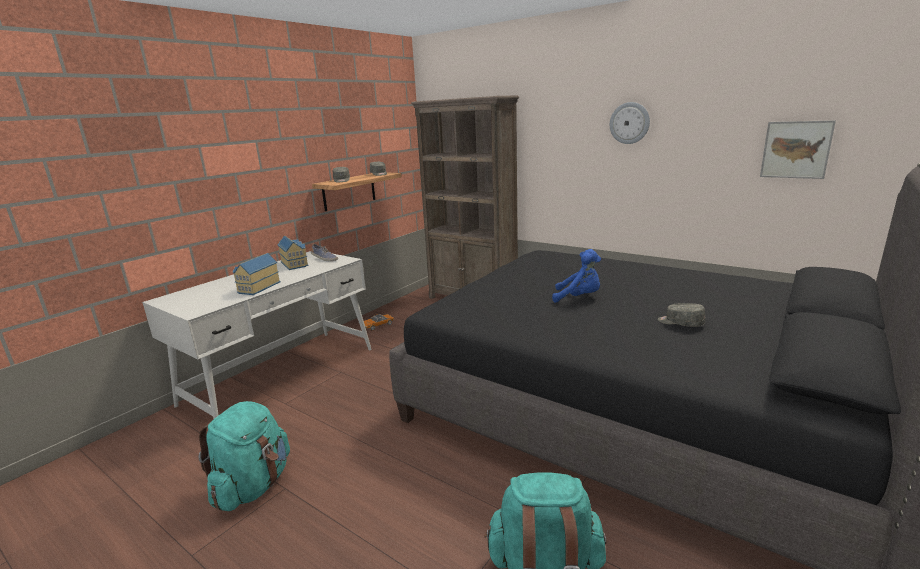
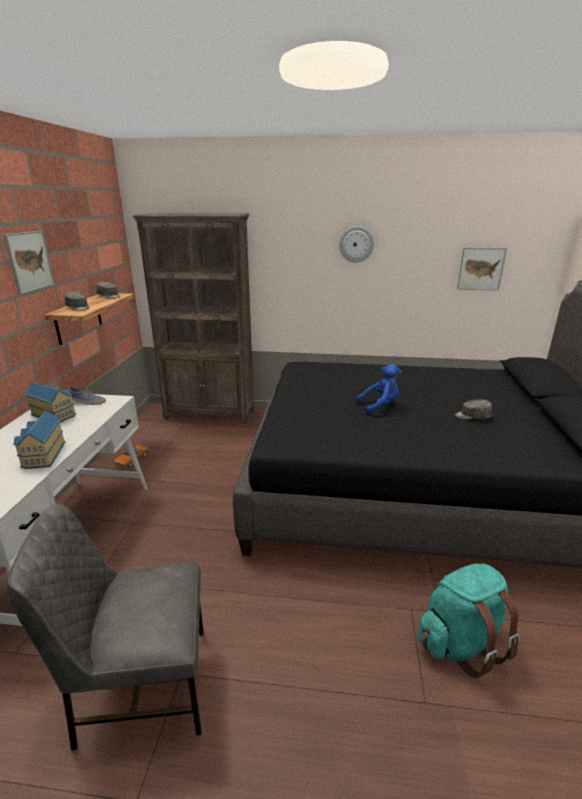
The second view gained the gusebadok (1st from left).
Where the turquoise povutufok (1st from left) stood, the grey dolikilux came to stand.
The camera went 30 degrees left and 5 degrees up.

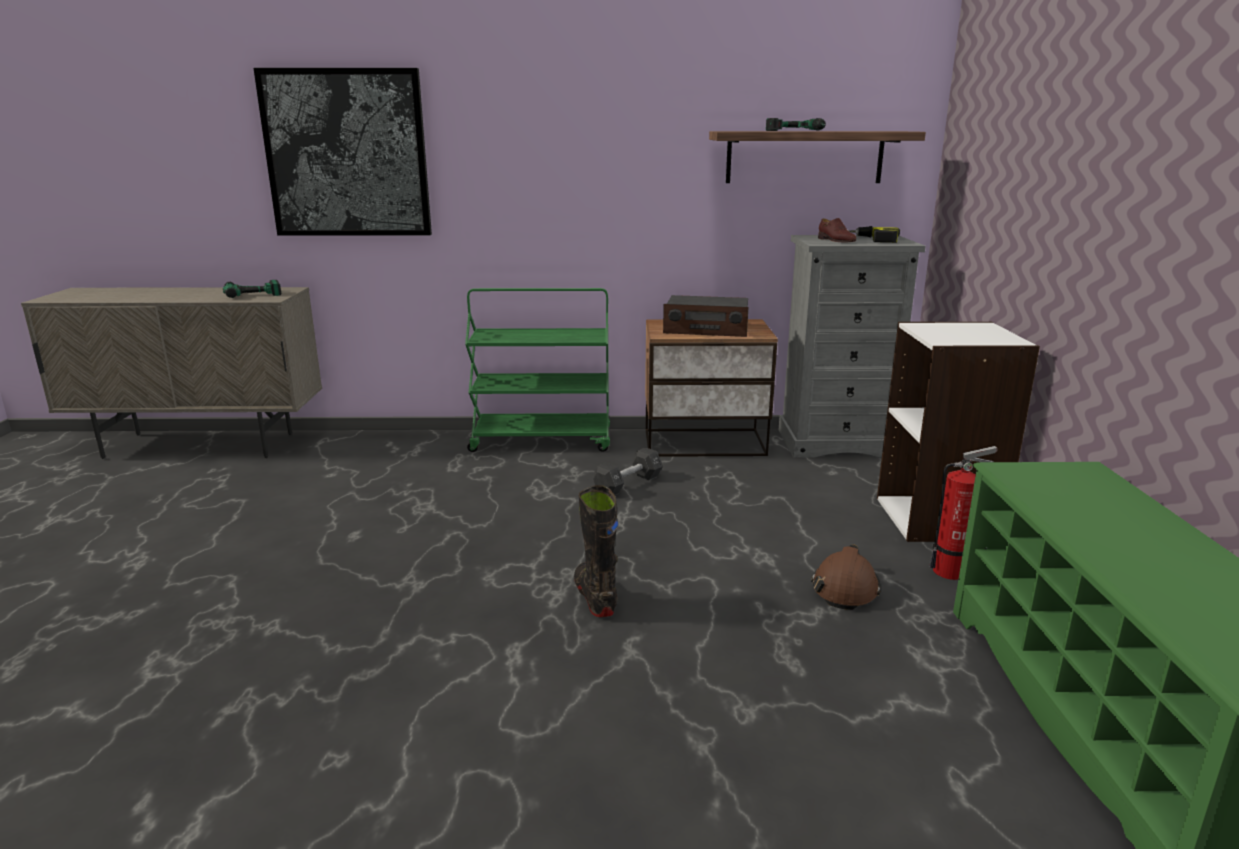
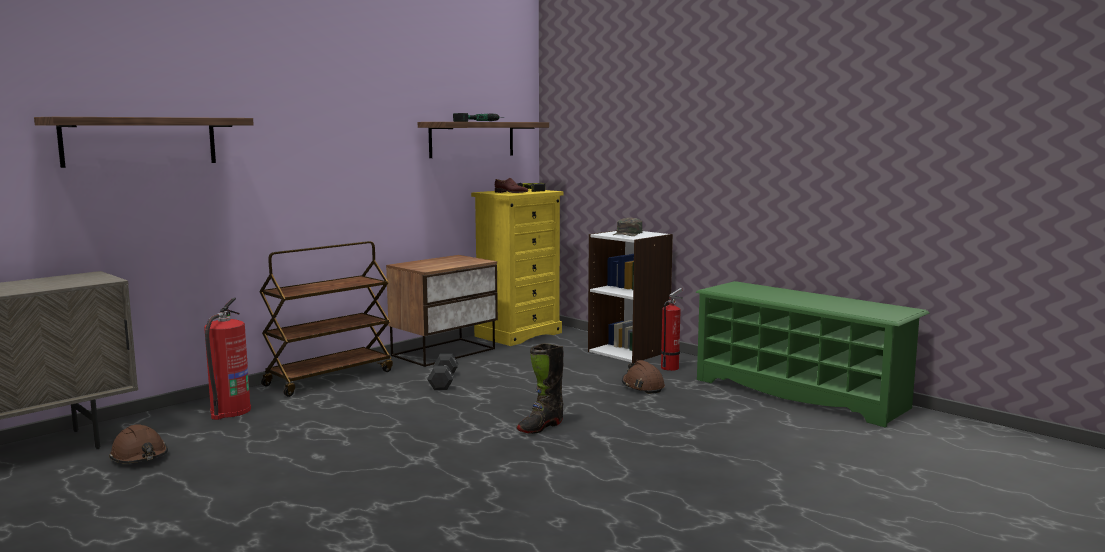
Where the gusebadok hung, the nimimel (1st from left) came to hang.
The second view gained the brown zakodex (1st from left).
The second view gained the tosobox (1st from left).
What was the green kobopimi turned into the brown kobopimi.
What was the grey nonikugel turned into the yellow nonikugel.
The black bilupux ended up facing another way, 75 degrees counterclockwise from before.
The second view gained the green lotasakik.
The second view lost the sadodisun (1st from left).
The second view lost the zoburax.
The camera went 45 degrees left and 10 degrees down.

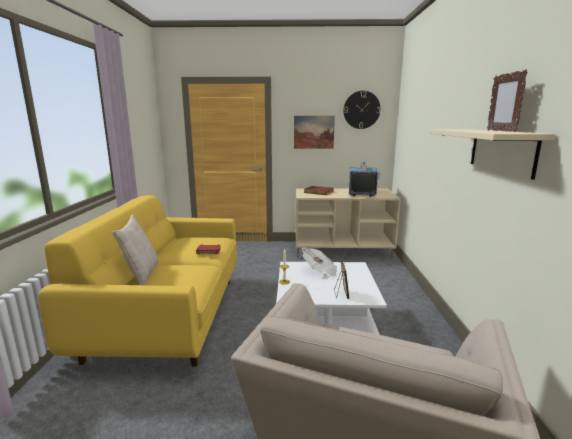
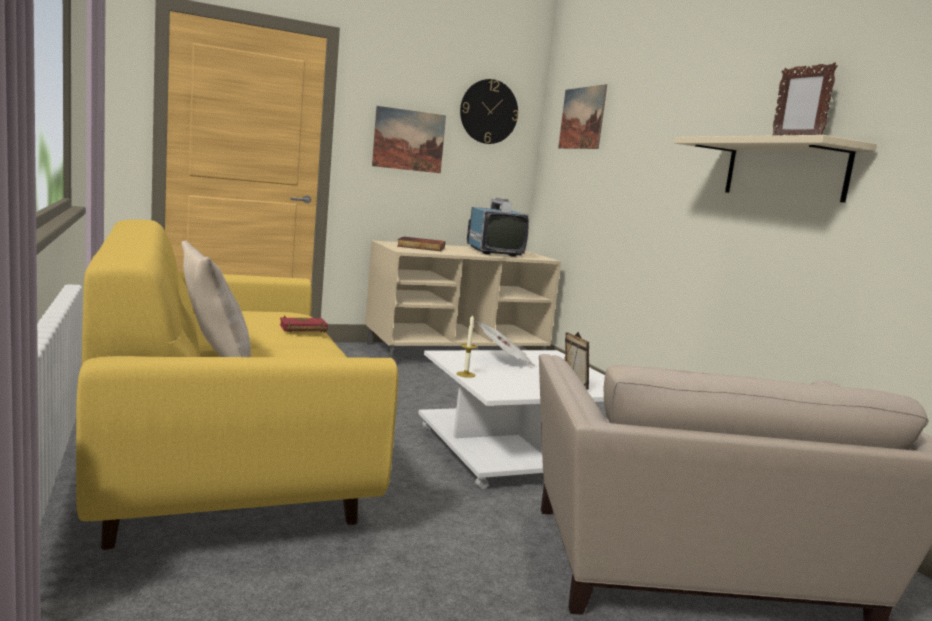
The second view gained the gusebadok (2nd from left).
The camera went 25 degrees left and 5 degrees down.

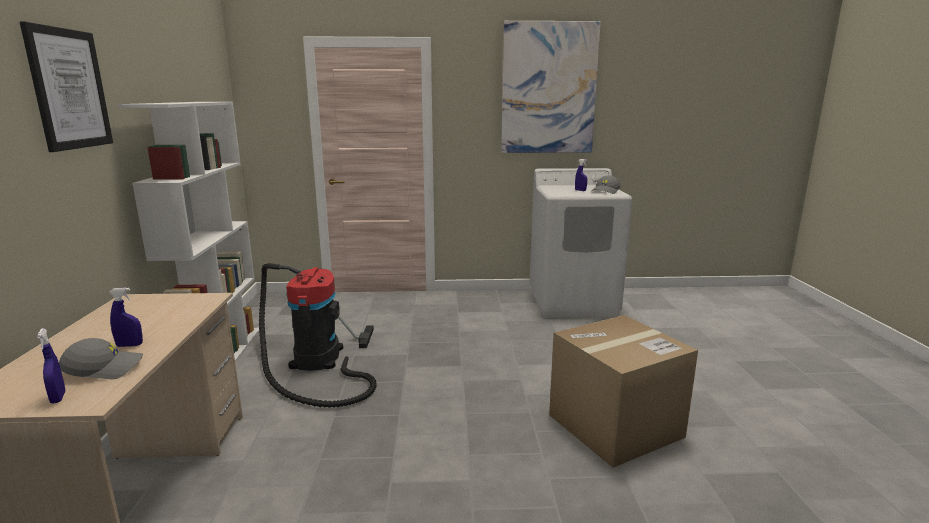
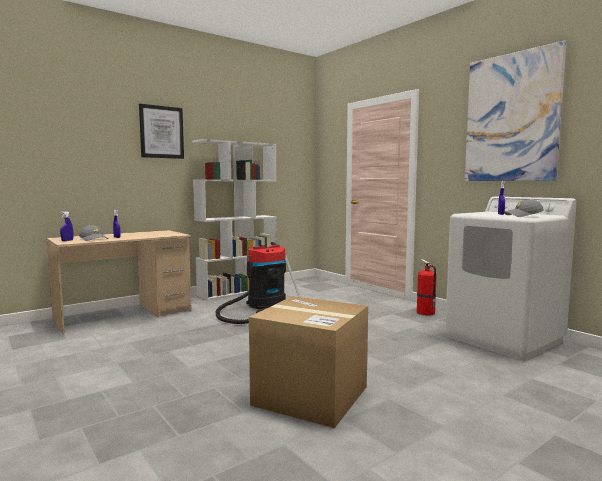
The second view gained the tosobox.
The camera went 55 degrees right and 10 degrees down.

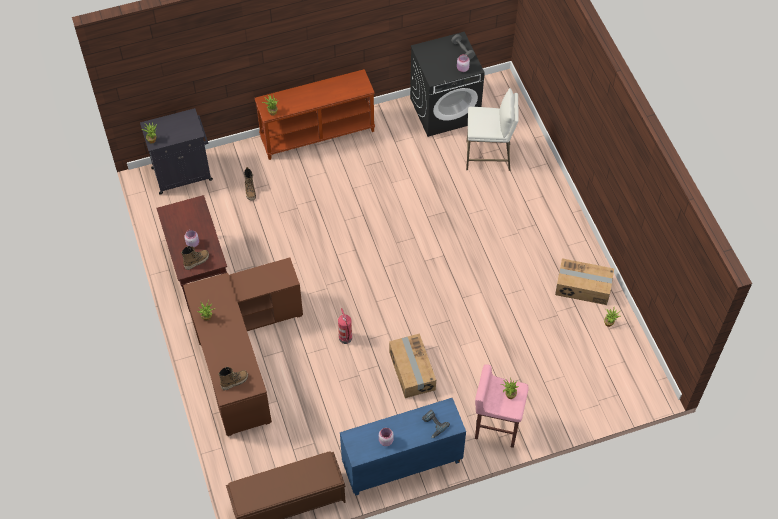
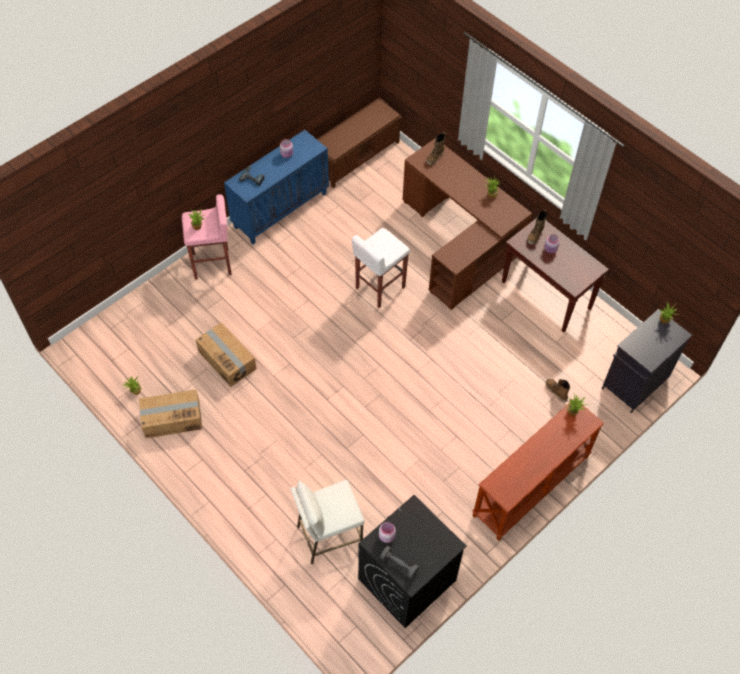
The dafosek (1st from left in the first image) ended up elsewhere.
Where the tosobox stood, the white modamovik (2nd from left) came to stand.
The camera went 155 degrees right and 0 degrees up.

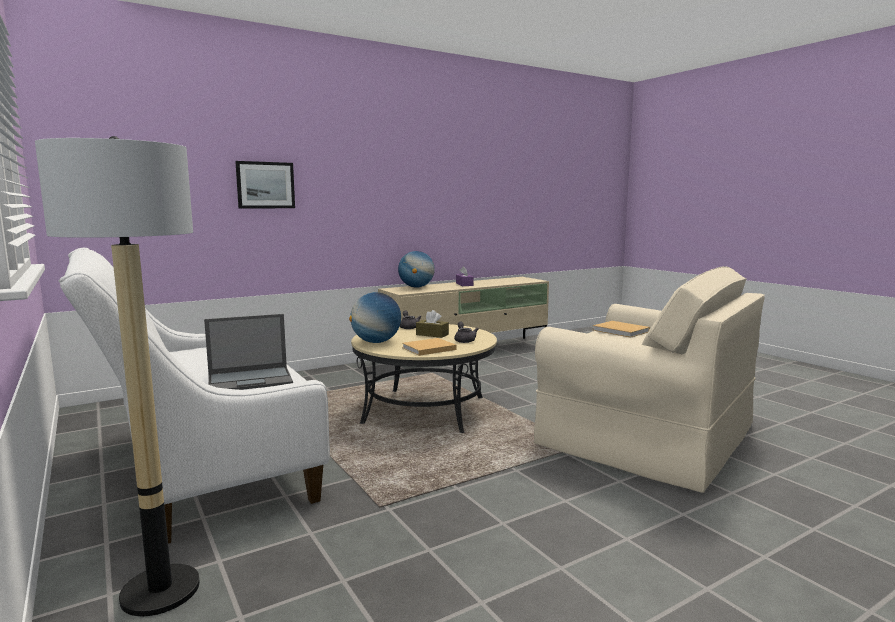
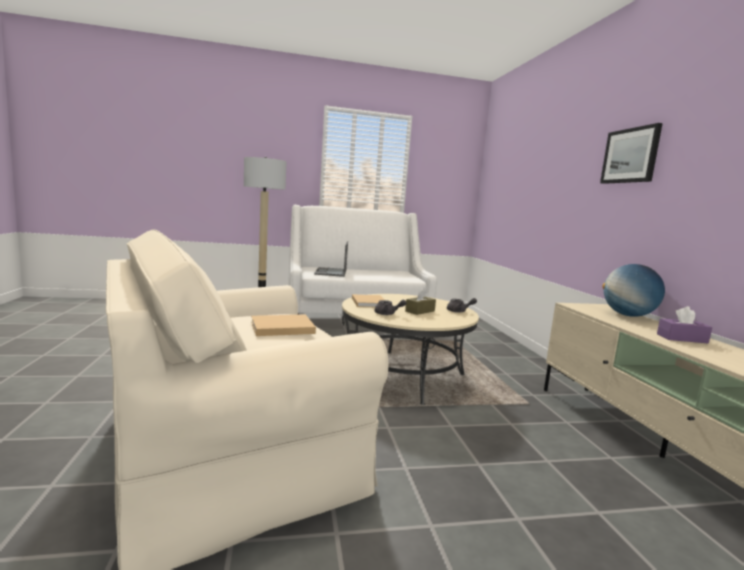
The gusebadok ended up elsewhere.
The second view lost the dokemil (1st from left).
The camera went 110 degrees right and 0 degrees up.

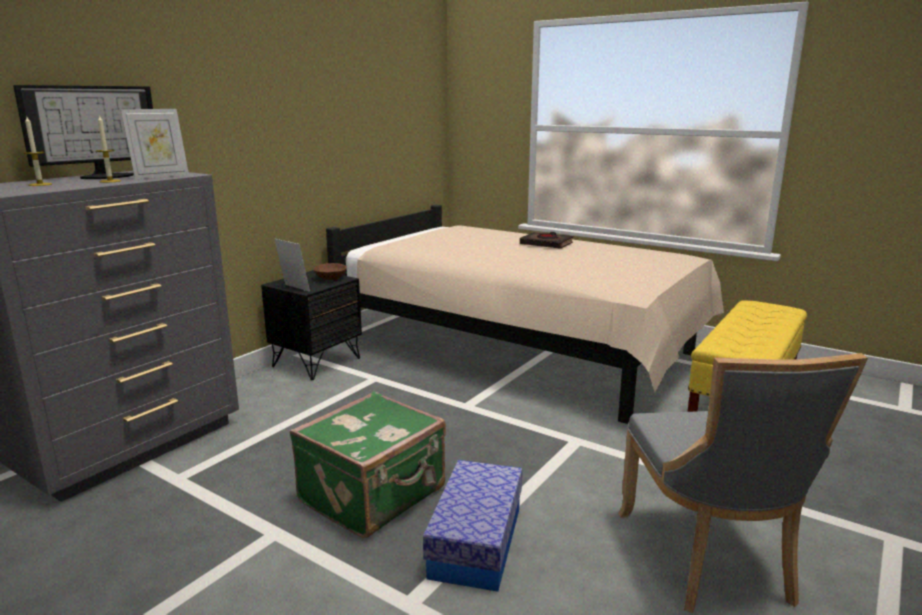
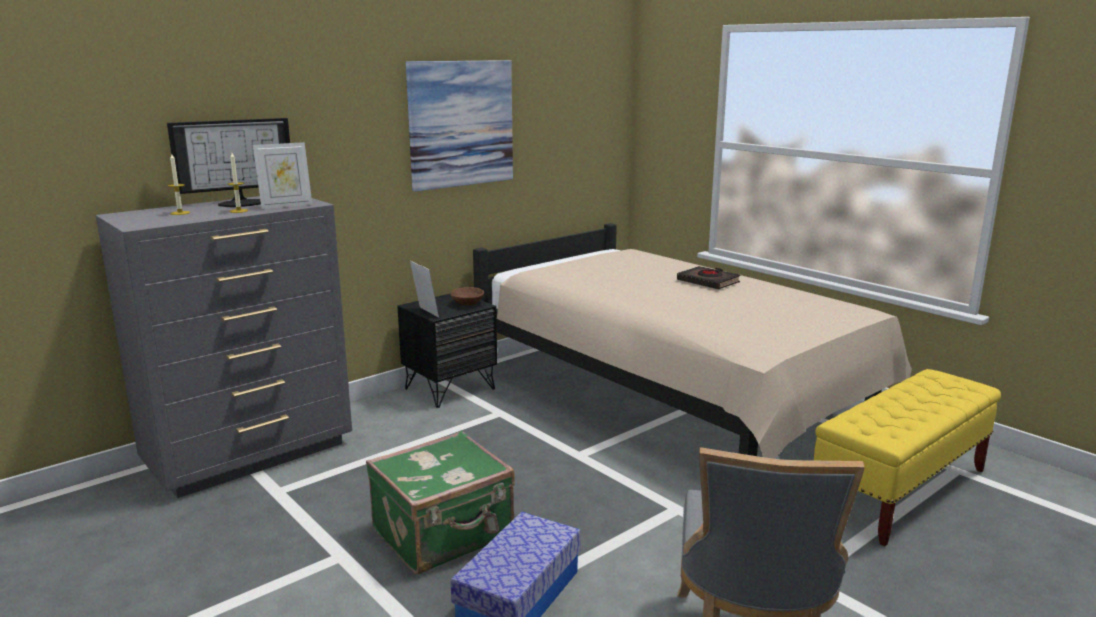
The second view gained the gusebadok.
The camera went 15 degrees right and 0 degrees up.

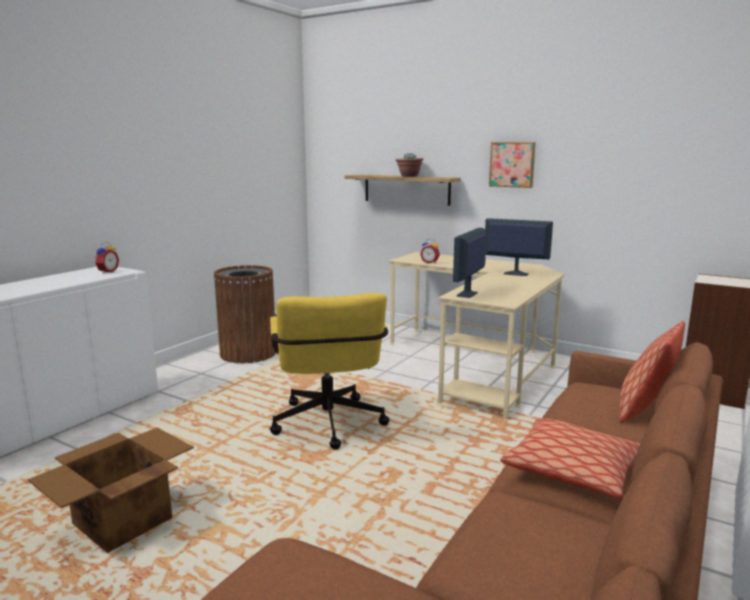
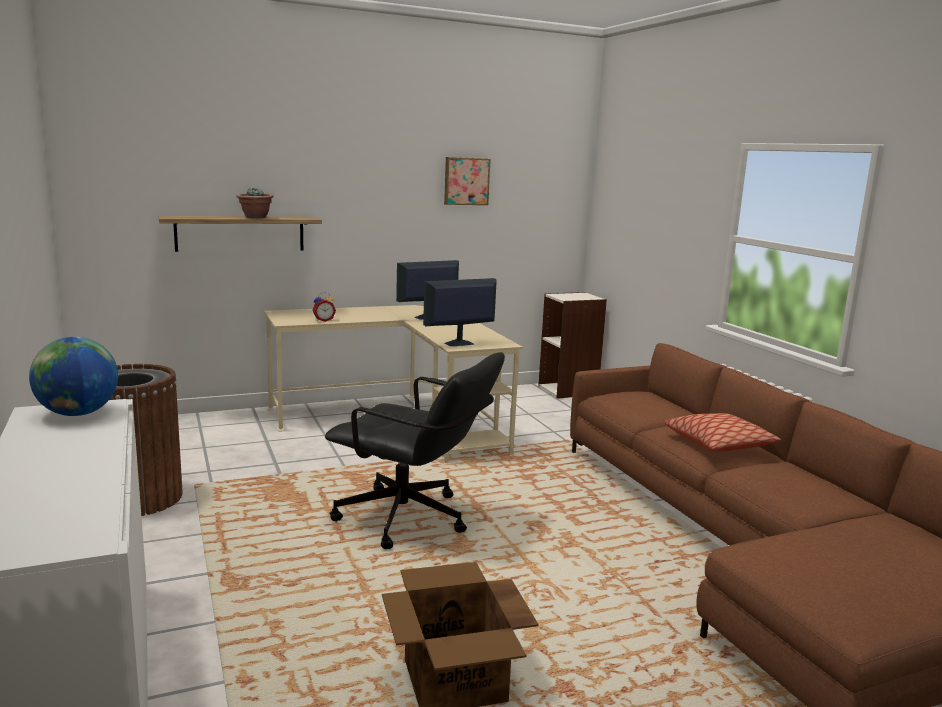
Where the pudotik (1st from left) stood, the dokemil came to stand.
What was the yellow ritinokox turned into the black ritinokox.
The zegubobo (1st from left in the first image) ended up facing another way, 90 degrees clockwise from before.
The gusebadok ended up elsewhere.
The second view lost the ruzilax (2nd from left).
The camera went 55 degrees left and 0 degrees up.

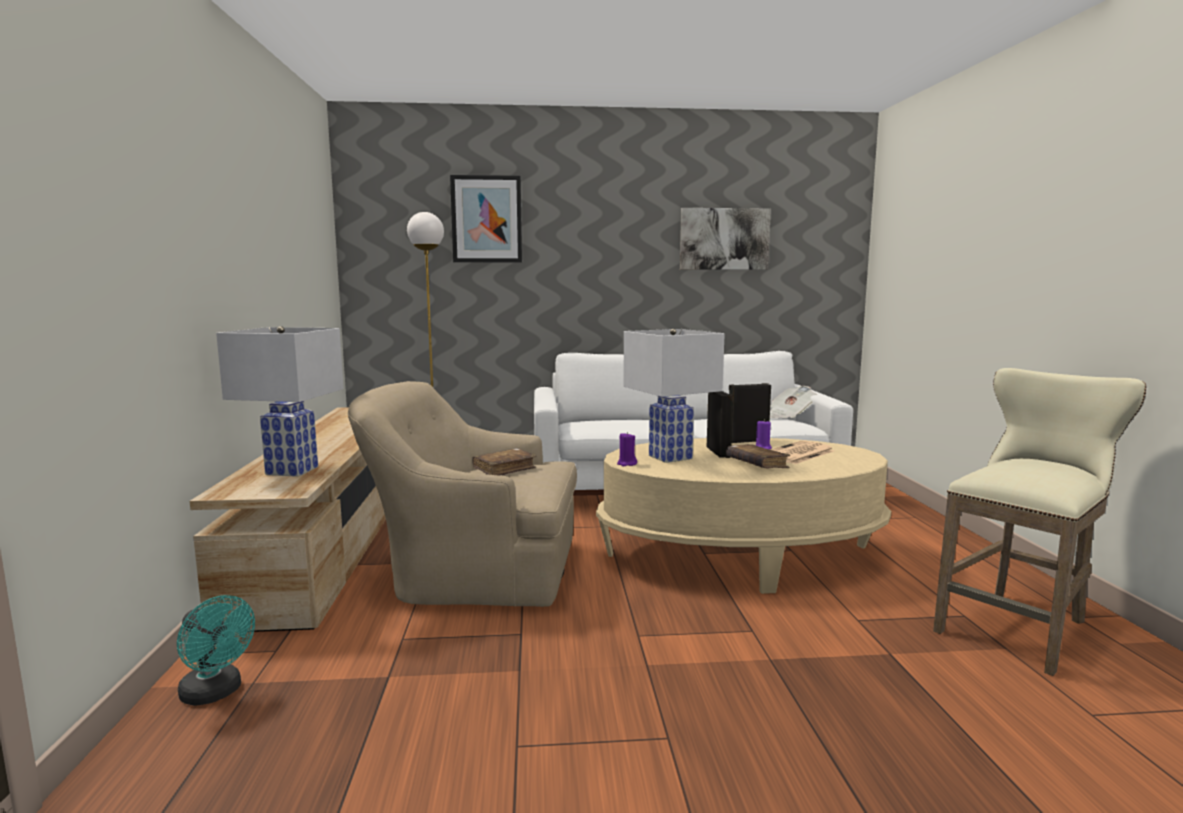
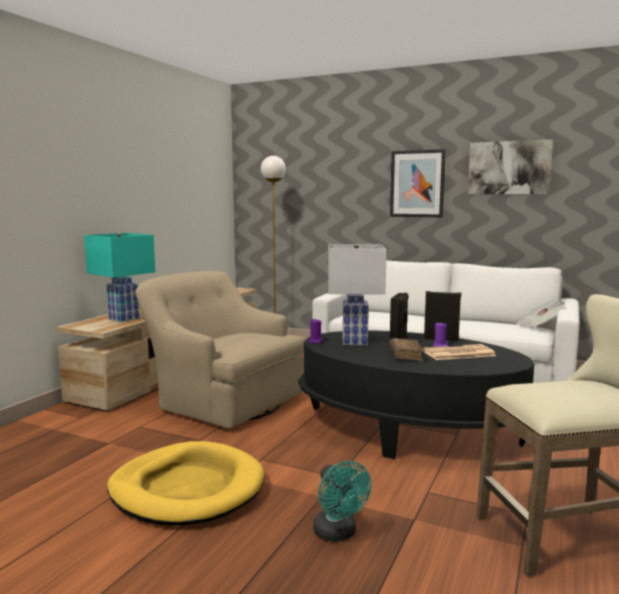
What was the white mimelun (1st from left) turned into the turquoise mimelun.
The second view gained the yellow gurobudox.
What was the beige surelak turned into the black surelak.
The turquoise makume ended up elsewhere.
The gusebadok (1st from left) ended up elsewhere.
The second view lost the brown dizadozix (1st from left).
The camera went 30 degrees right and 0 degrees up.

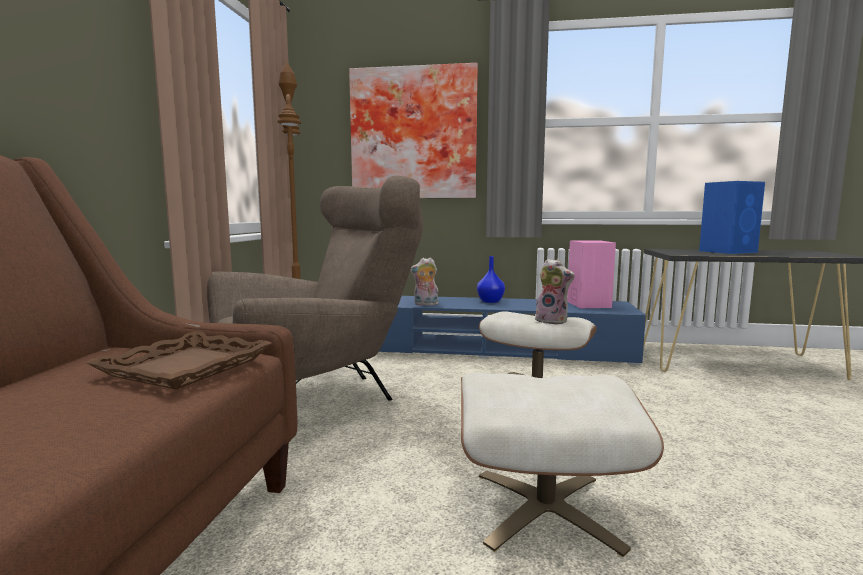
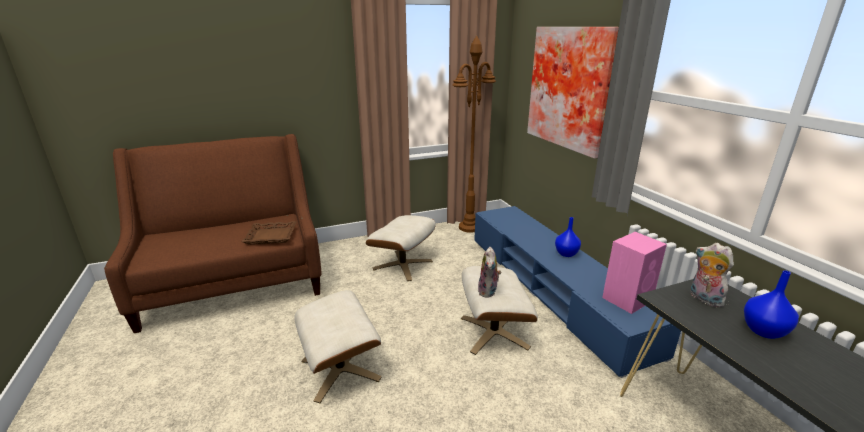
Where the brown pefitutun stood, the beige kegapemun (2nd from left) came to stand.
The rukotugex (1st from left in the first image) ended up elsewhere.
Where the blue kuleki stood, the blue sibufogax (2nd from left) came to stand.
The camera went 60 degrees right and 15 degrees up.

